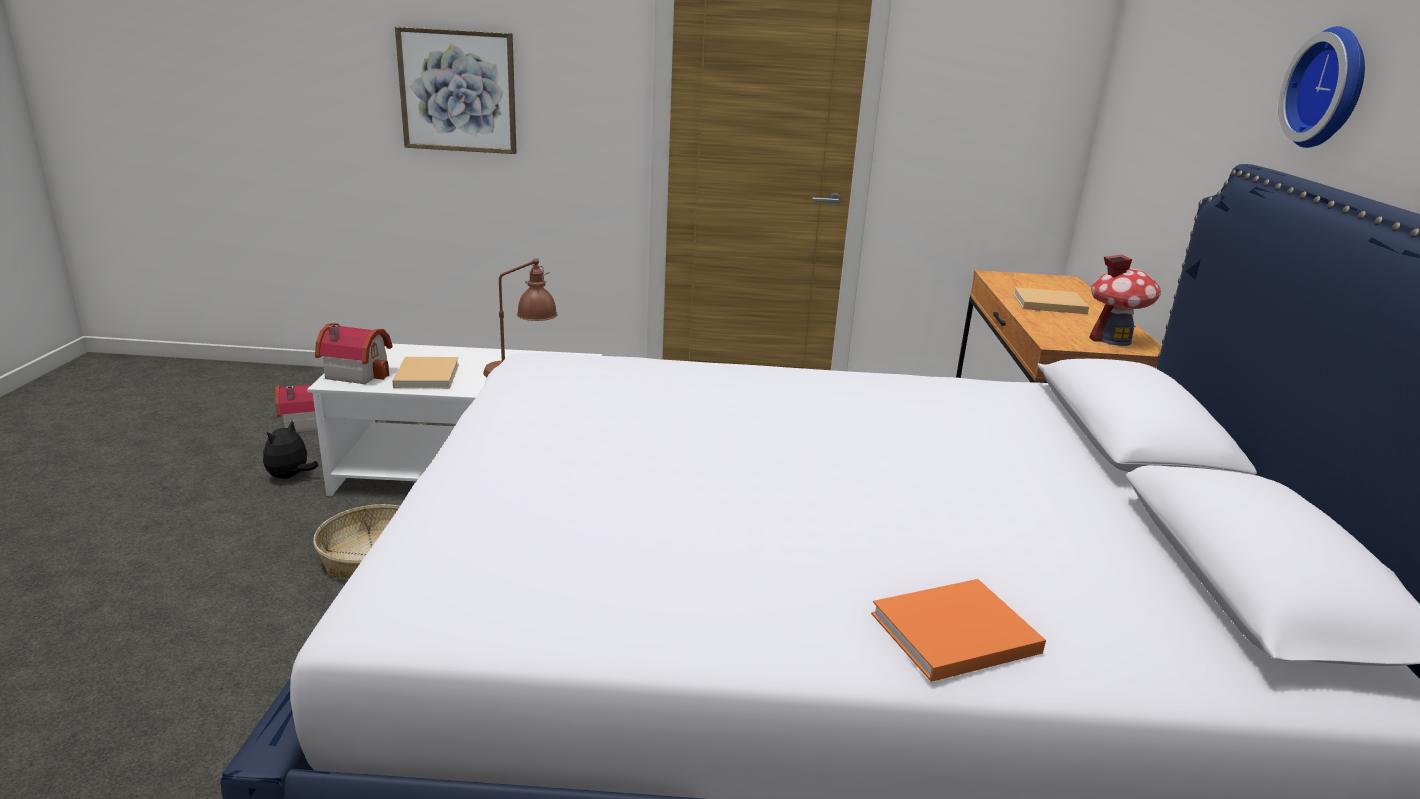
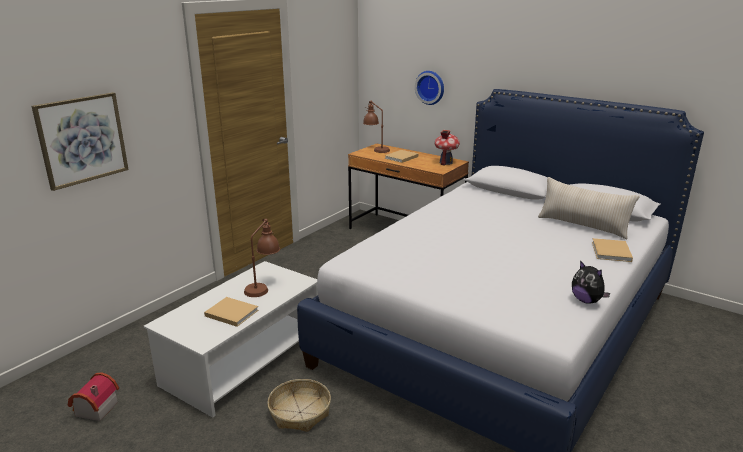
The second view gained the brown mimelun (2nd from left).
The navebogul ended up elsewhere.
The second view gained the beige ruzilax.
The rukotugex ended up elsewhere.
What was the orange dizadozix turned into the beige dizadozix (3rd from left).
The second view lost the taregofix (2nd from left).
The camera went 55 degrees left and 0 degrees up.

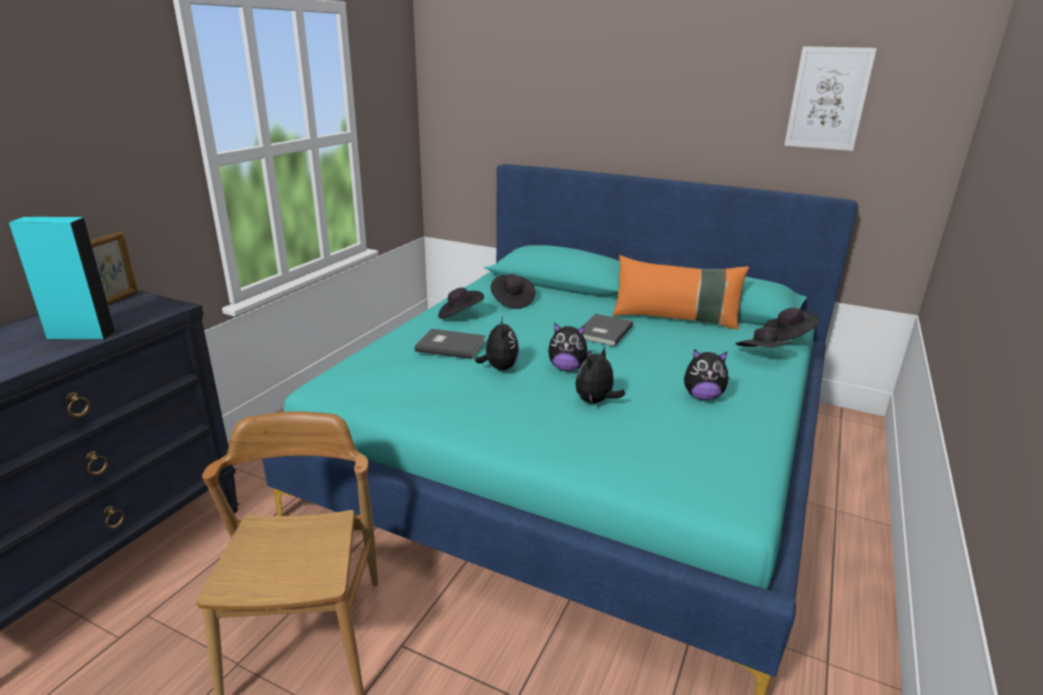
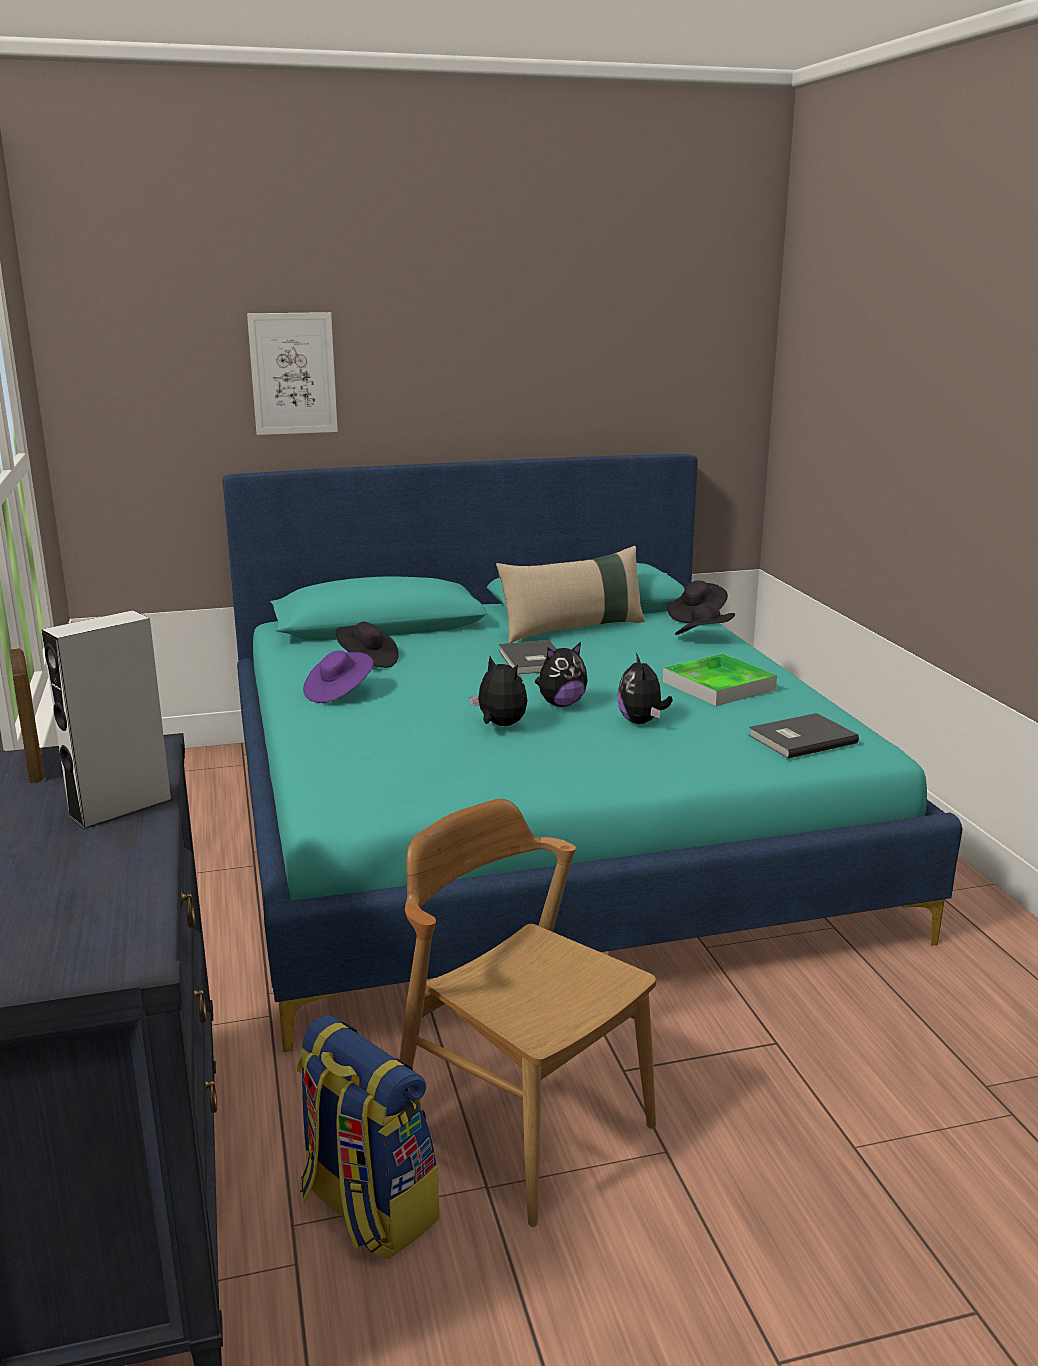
What was the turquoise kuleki turned into the grey kuleki.
The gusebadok ended up elsewhere.
The second view gained the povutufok.
What was the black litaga (1st from left) turned into the purple litaga.
What was the orange ruzilax turned into the beige ruzilax.
Where the rukotugex (4th from left) stood, the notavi came to stand.
The grey dizadozix (1st from left in the first image) ended up elsewhere.
The camera went 40 degrees left and 5 degrees down.

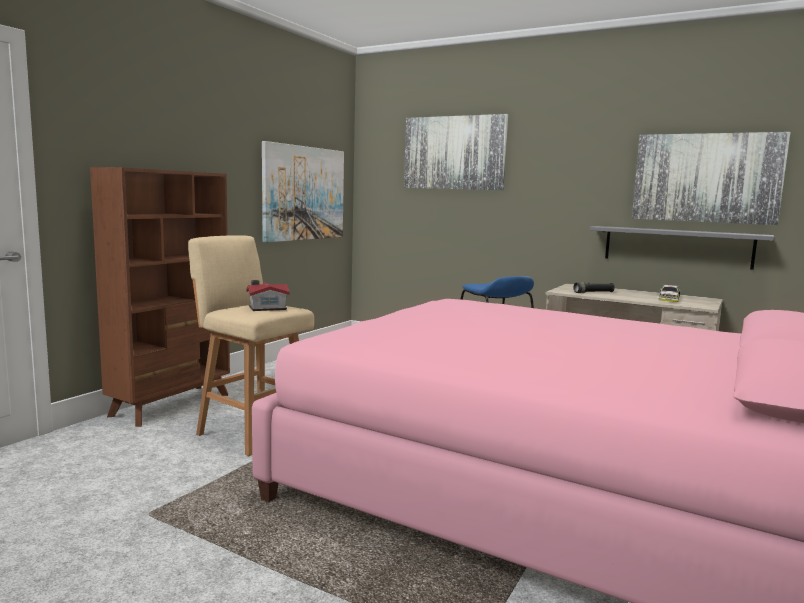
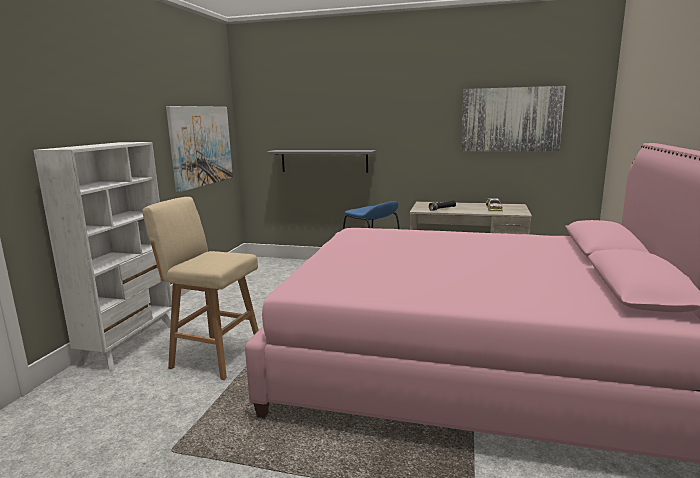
What was the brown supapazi turned into the white supapazi.
The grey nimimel ended up elsewhere.
The second view lost the taregofix.
The second view lost the gusebadok (2nd from left).
The camera went 15 degrees left and 5 degrees up.

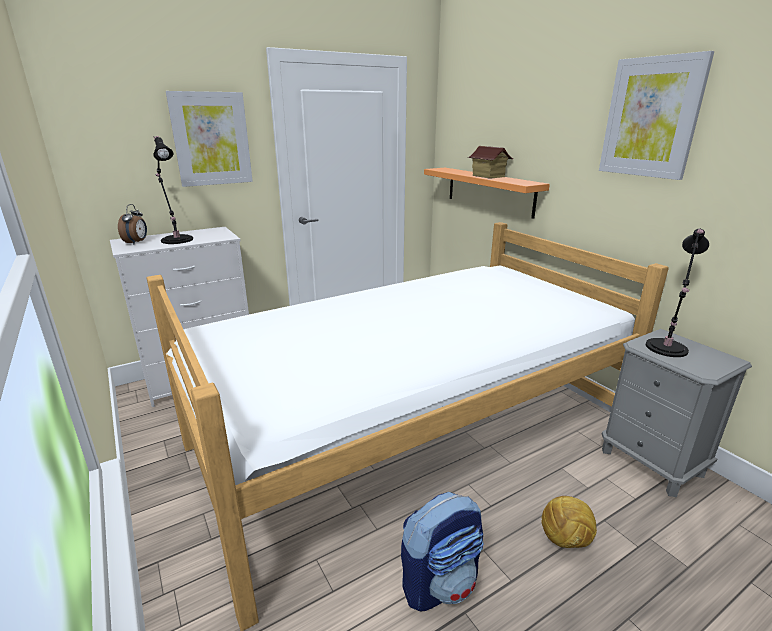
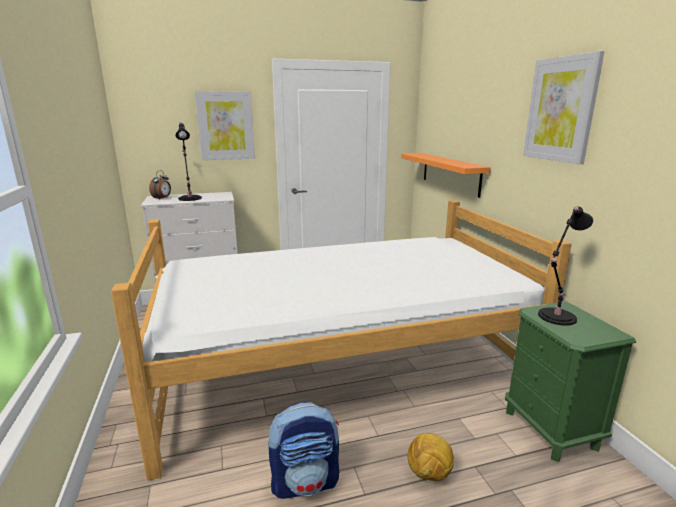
What was the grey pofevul turned into the green pofevul.
The second view lost the taregofix.
The camera went 15 degrees right and 5 degrees down.

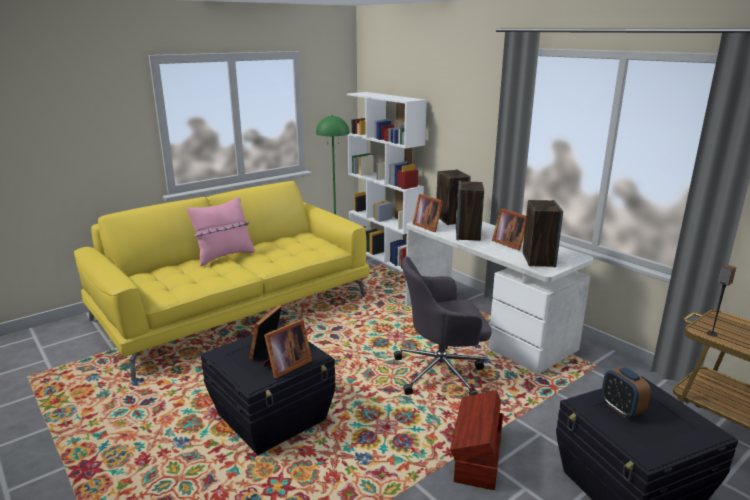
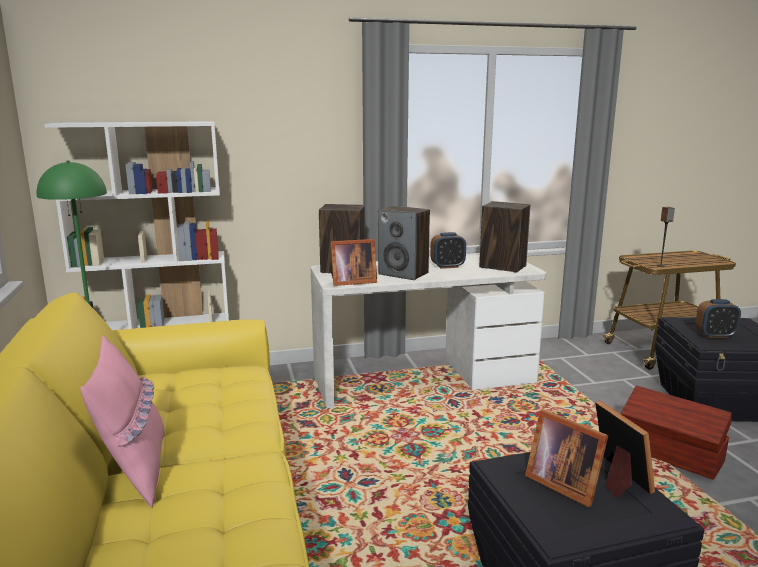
Where the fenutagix (4th from left) stood, the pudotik (1st from left) came to stand.
The second view lost the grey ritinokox.
The camera went 65 degrees left and 5 degrees down.

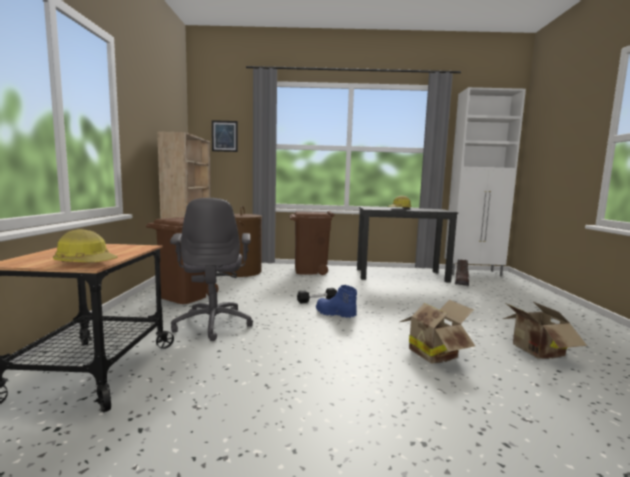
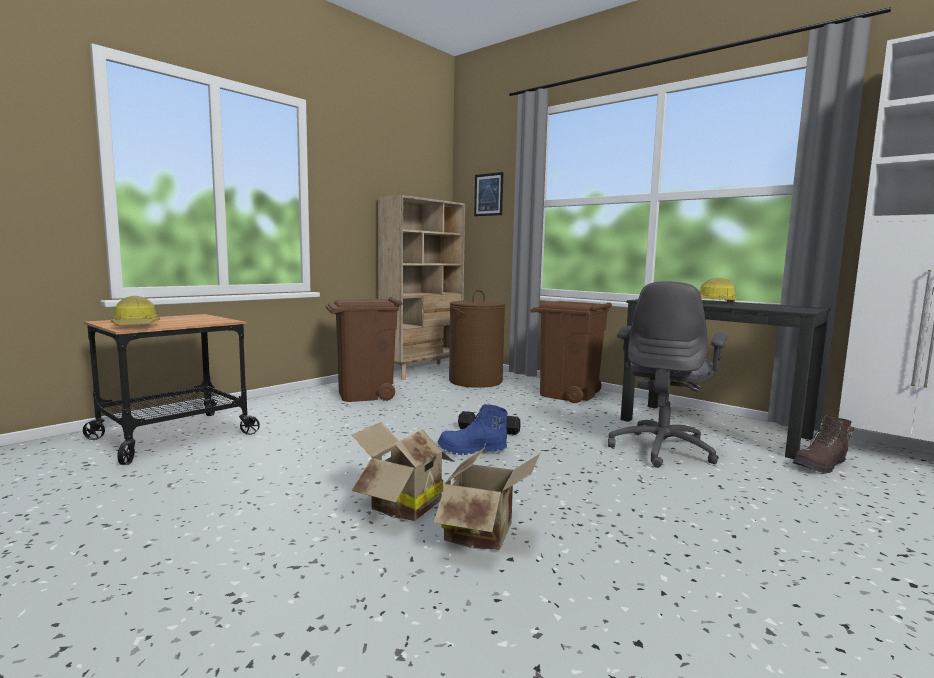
The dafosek (2nd from left in the first image) ended up elsewhere.
The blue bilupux ended up facing another way, 75 degrees counterclockwise from before.
The grey ritinokox ended up elsewhere.
The camera went 40 degrees right and 0 degrees up.

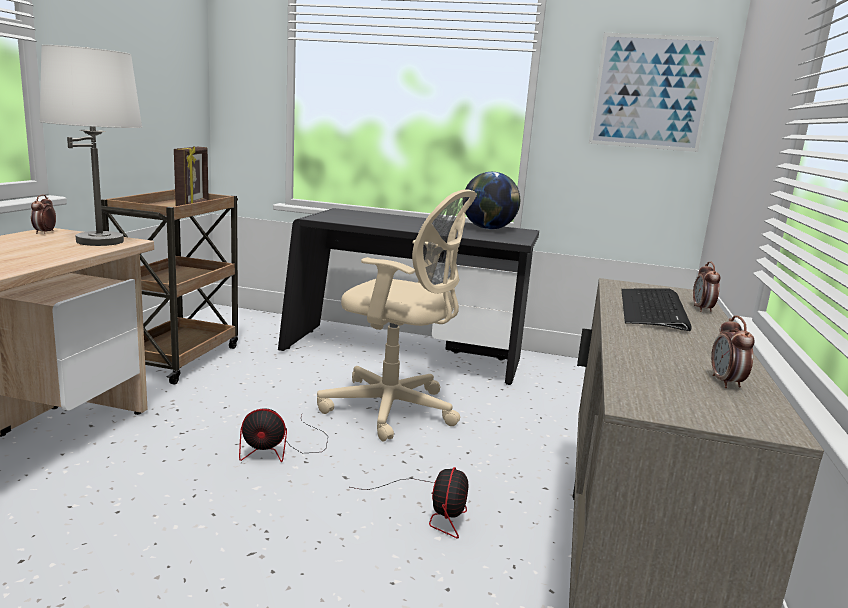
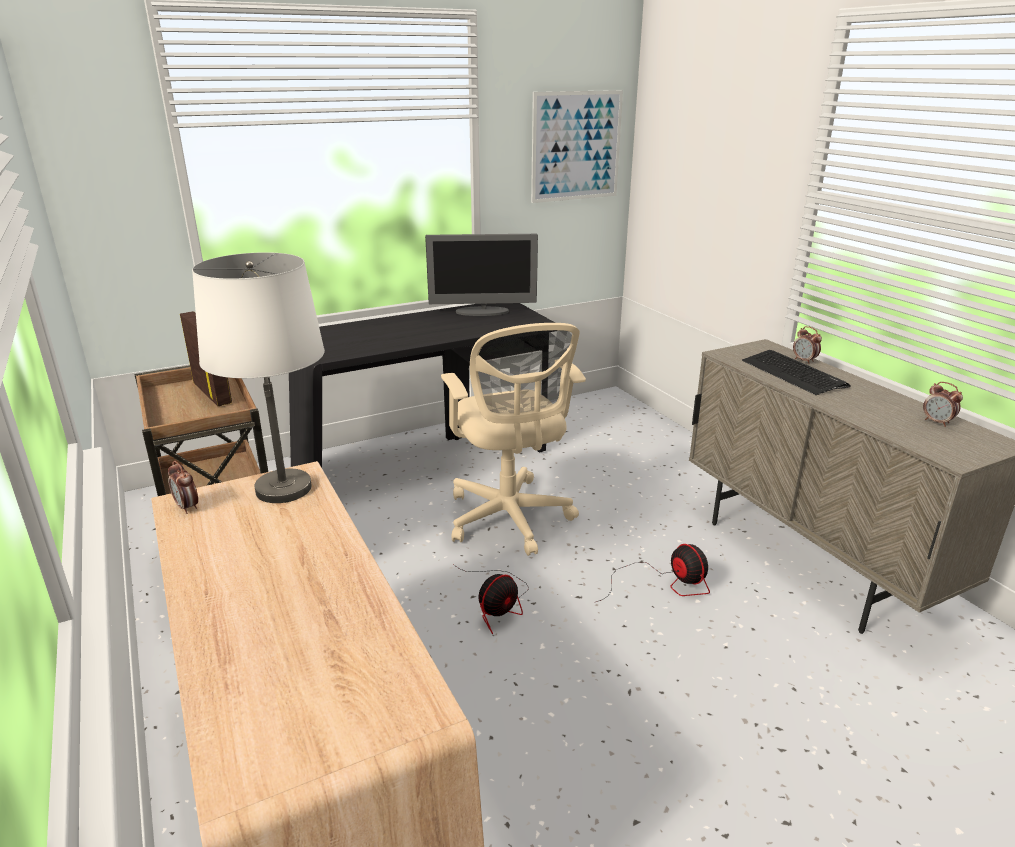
Where the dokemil stood, the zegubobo came to stand.
The beige ritinokox ended up facing another way, 90 degrees clockwise from before.
The camera went 40 degrees left and 10 degrees up.

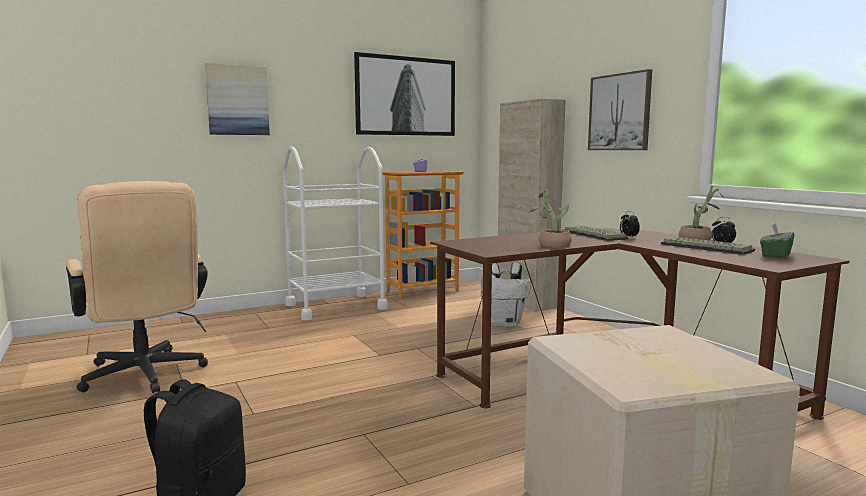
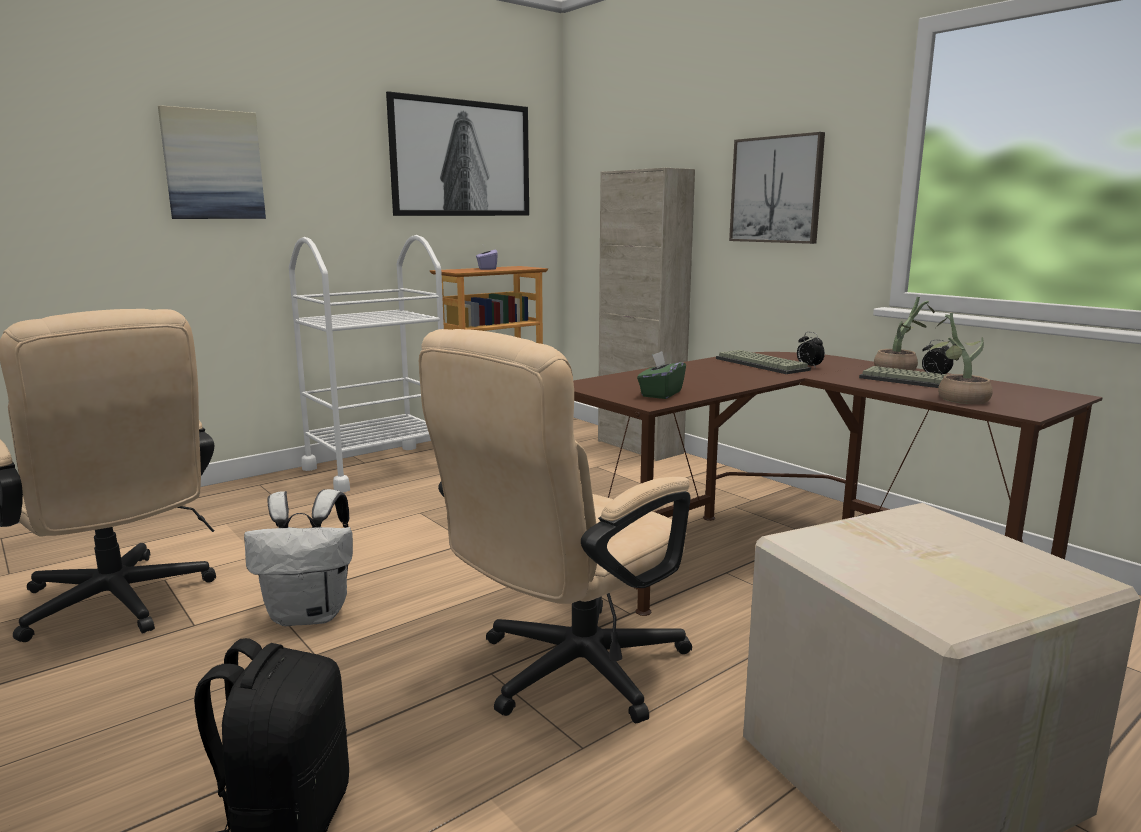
The white povutufok ended up elsewhere.
The second view gained the beige ritinokox (2nd from left).
The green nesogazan ended up elsewhere.
The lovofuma (1st from left in the first image) ended up elsewhere.
The camera went 10 degrees left and 5 degrees up.

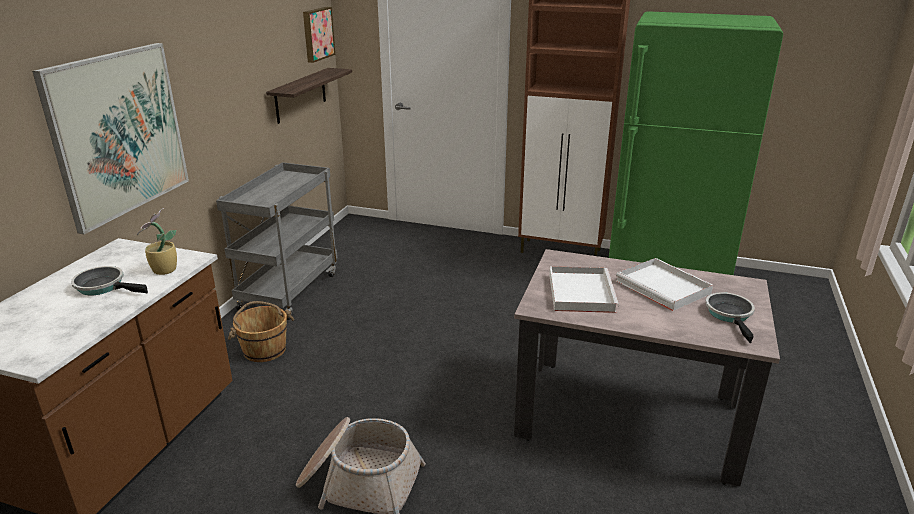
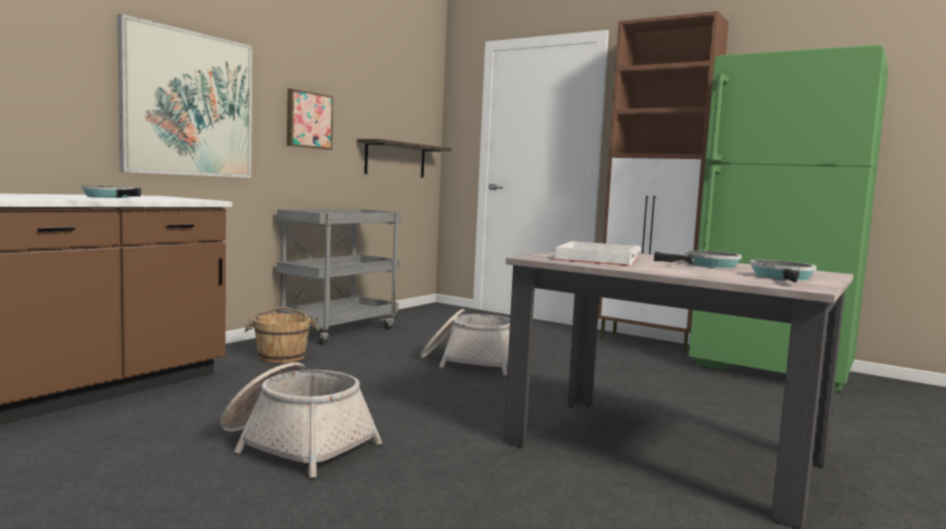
The gusebadok (2nd from left) ended up elsewhere.
The second view gained the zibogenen (2nd from left).
Where the white notavi (2nd from left) stood, the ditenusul (2nd from left) came to stand.
The second view lost the lovofuma.
The camera went 15 degrees right and 20 degrees down.

